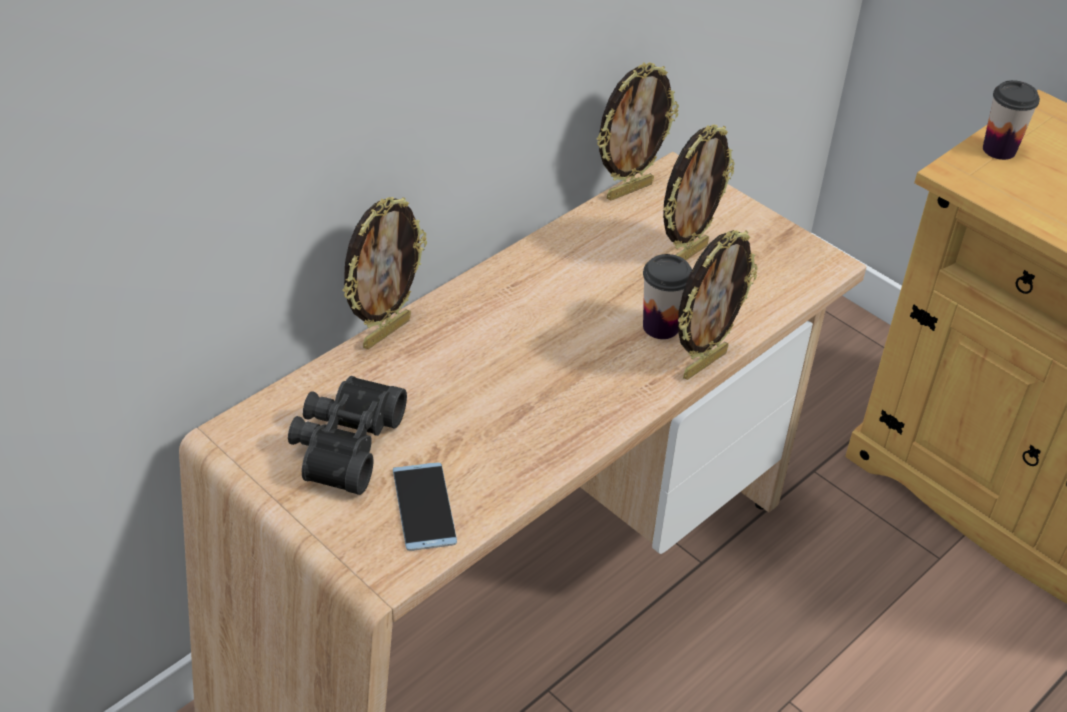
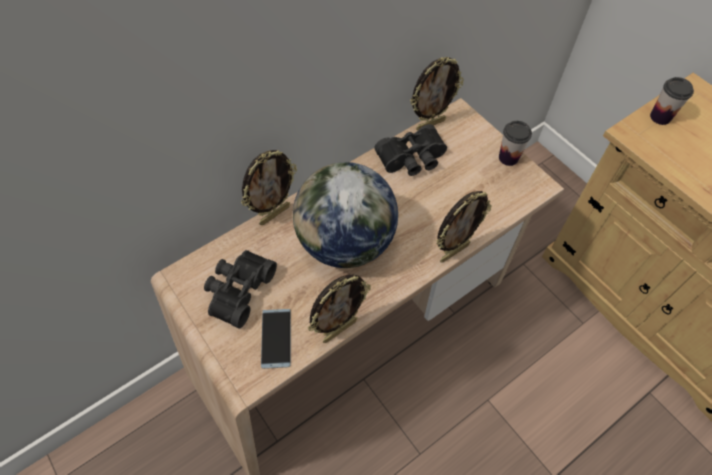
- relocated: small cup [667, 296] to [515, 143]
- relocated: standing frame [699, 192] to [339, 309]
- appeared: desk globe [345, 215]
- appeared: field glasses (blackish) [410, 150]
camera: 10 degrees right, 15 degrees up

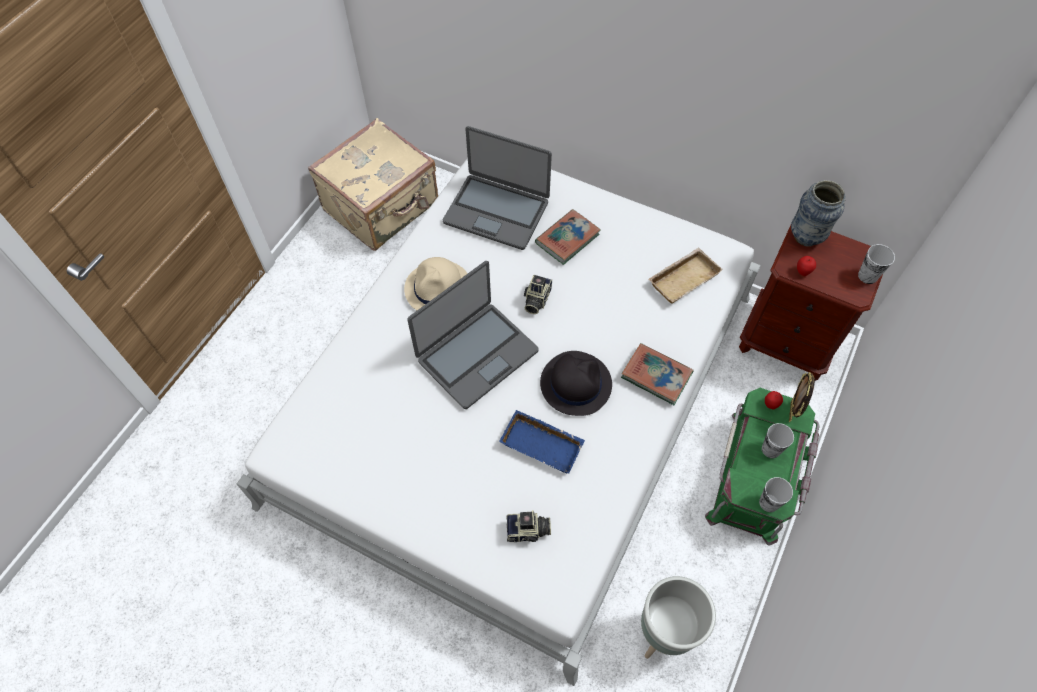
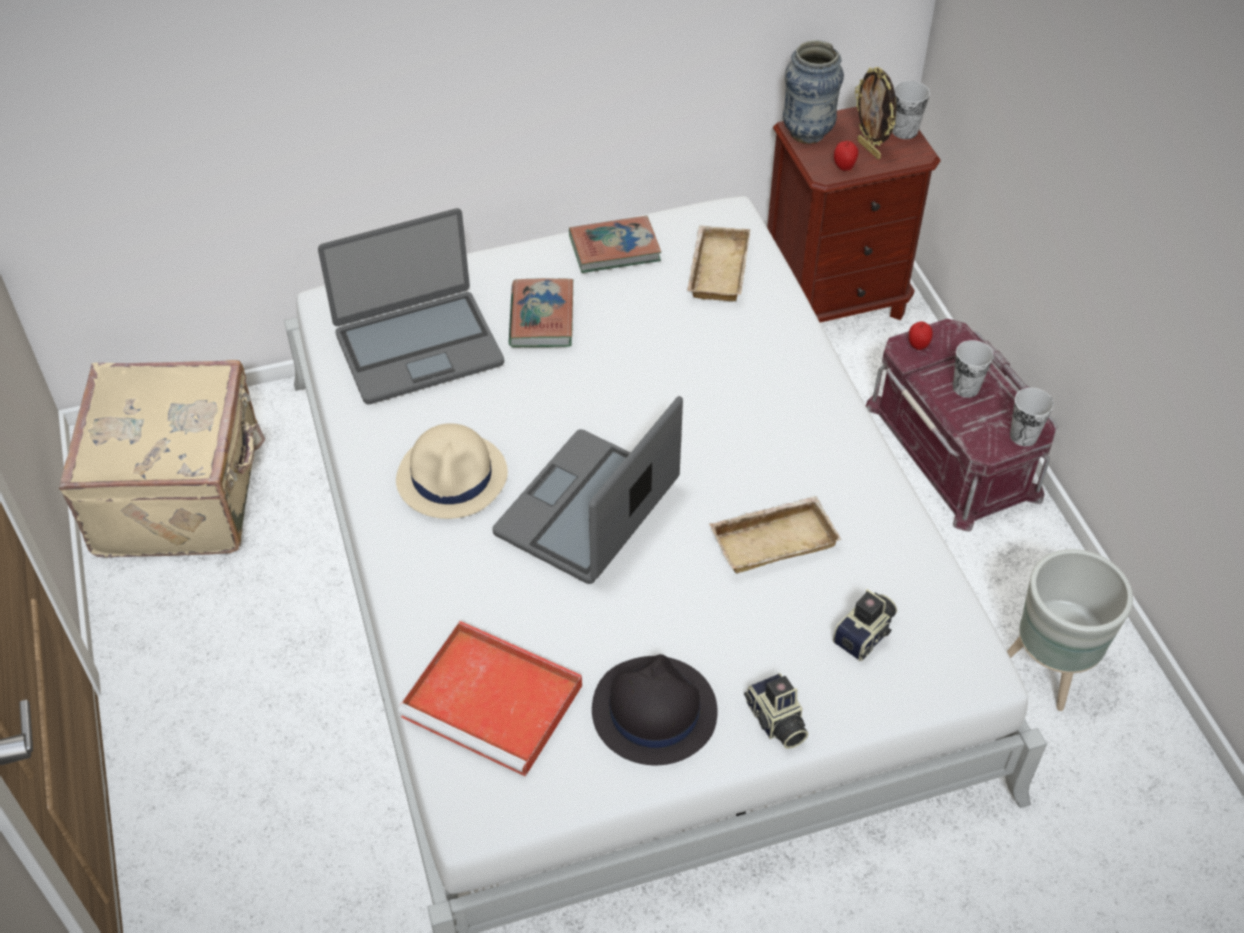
- spun: notebook computer [473, 335] = [587, 490] 150 degrees counterclockwise
- colour: serving tray (bluish) [542, 442] to serving tray (sand-coloured) [775, 534]
- relocated: still camera [538, 294] to [776, 711]
- relocated: wearable hat (blackish) [576, 383] to [655, 709]
- relocated: volume [657, 374] to [615, 244]
- colour: storage bin (green) [762, 467] to storage bin (red) [961, 425]
- relocated: standing frame [802, 397] to [876, 113]
- appeared: serving tray (red) [490, 699]
camera: 45 degrees left, 10 degrees down

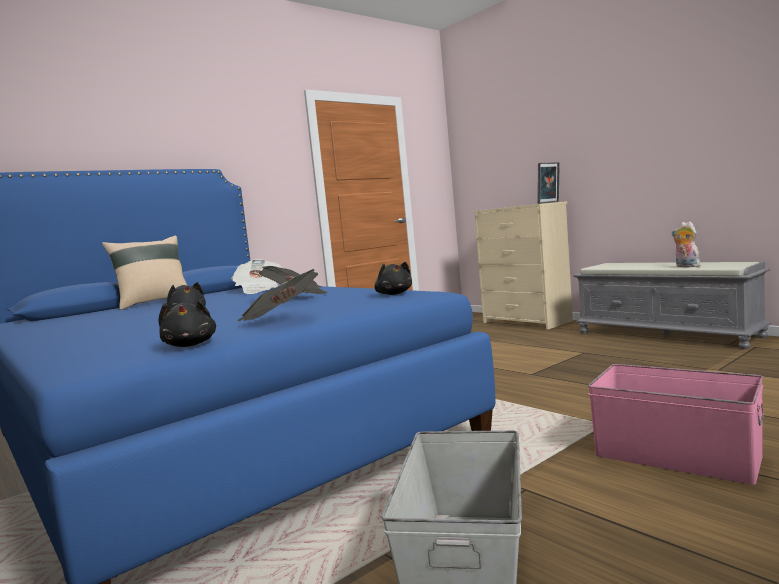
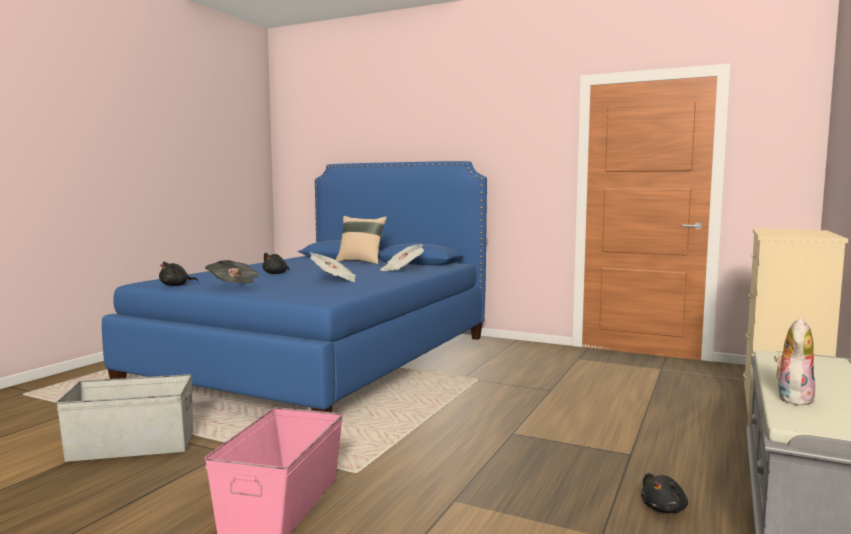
- relocated: plush toy (blackish) [393, 278] to [664, 493]
- missing: standing frame [548, 183]
camera: 65 degrees right, 0 degrees up

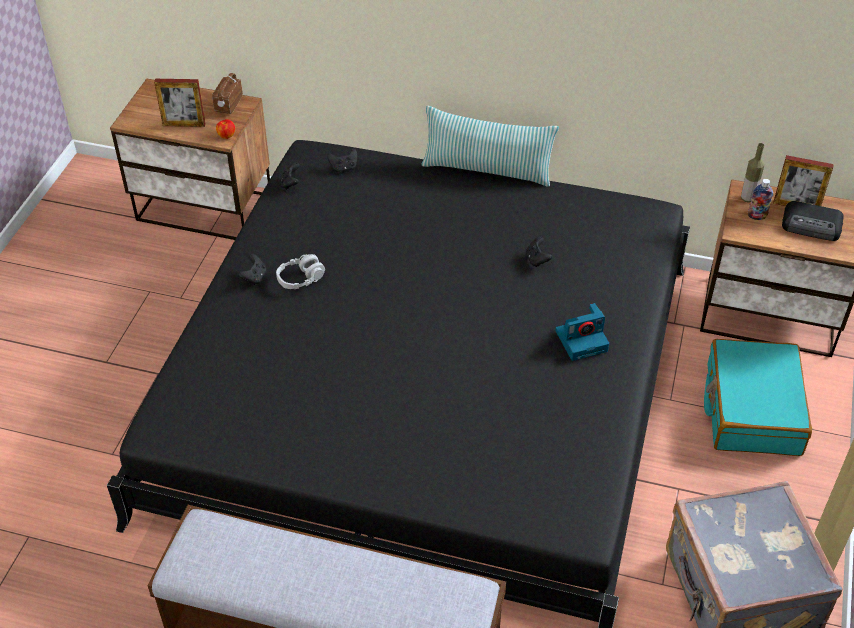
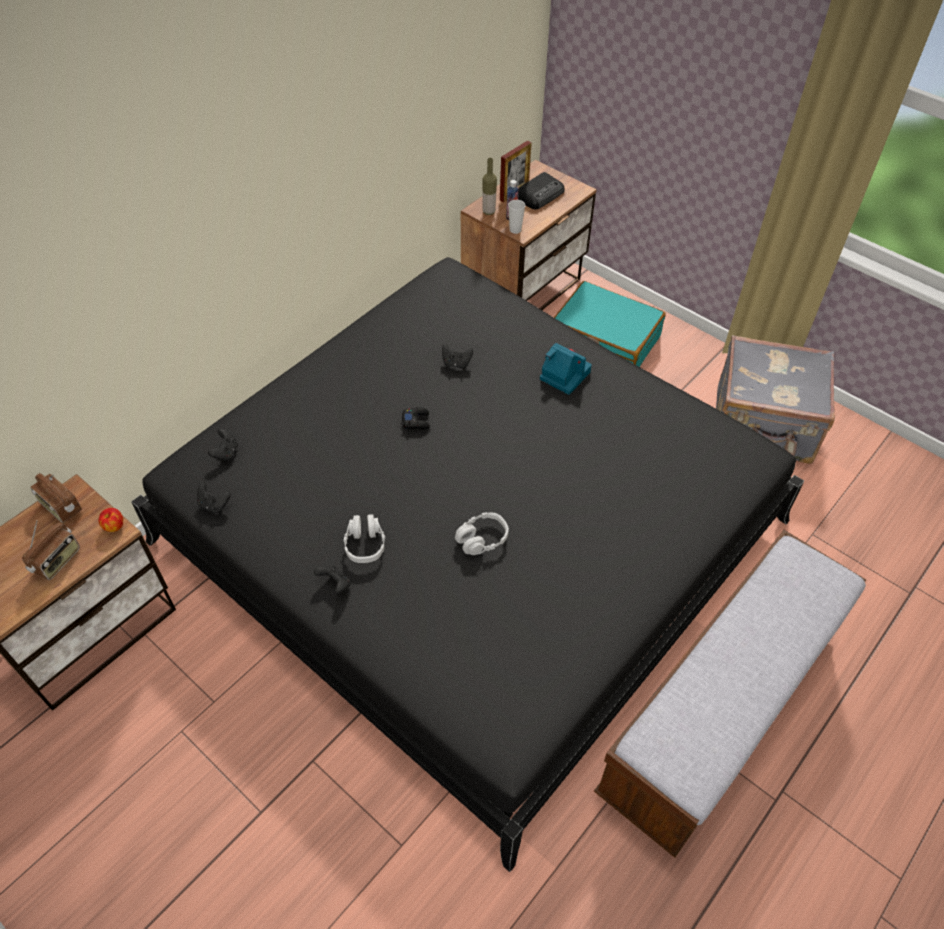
- exchanged: standing frame [180, 103] to radio receiver [51, 550]
- missing: cushion [490, 146]
- spun: still camera [582, 332] = [566, 369] 60 degrees counterclockwise
- appeared: game controller (blackish) [416, 418]
- appeared: pair of headphones (gray) [482, 533]
- appeared: small cup [516, 217]
camera: 65 degrees left, 5 degrees up

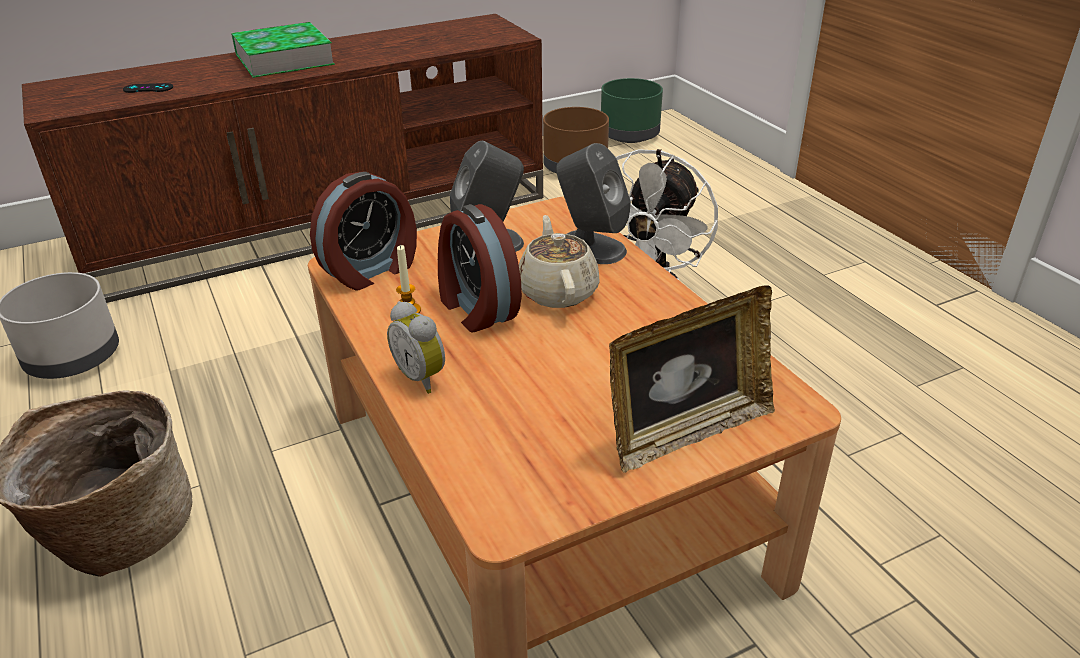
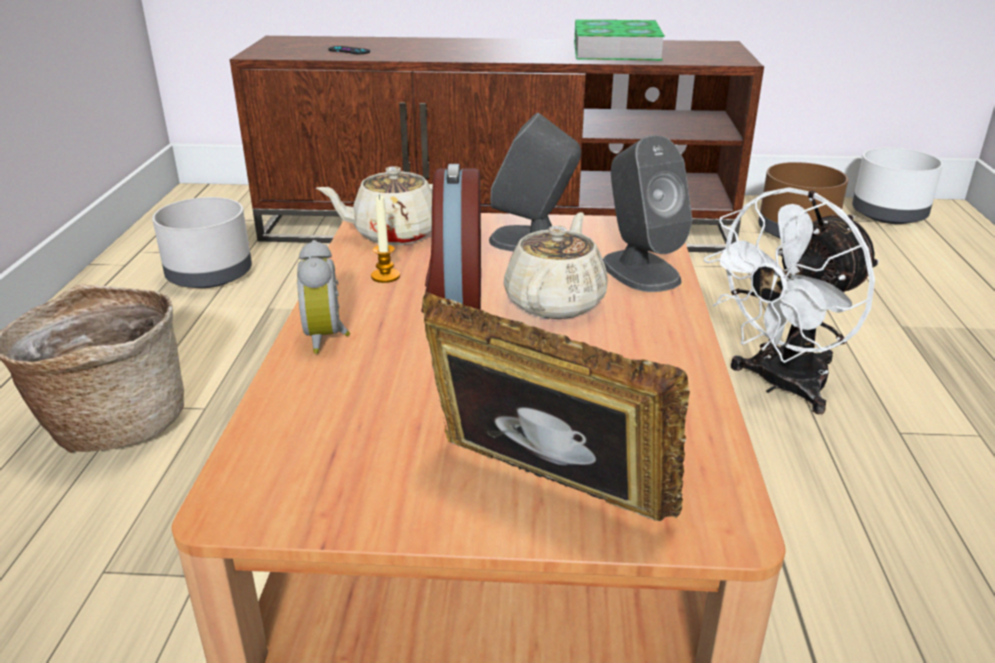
- relocated: volume [283, 50] to [619, 39]
- exchanged: table clock [363, 231] to pot for tea (sand-coloured) [374, 205]
- colour: flower pot (green) [632, 110] to flower pot (white-coloured) [897, 186]
- spun: standing frame [692, 379] = [556, 406] 150 degrees counterclockwise
camera: 30 degrees right, 5 degrees down

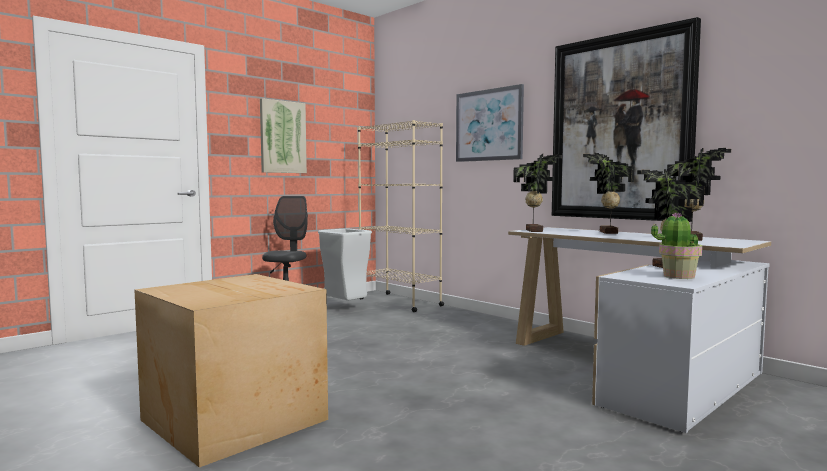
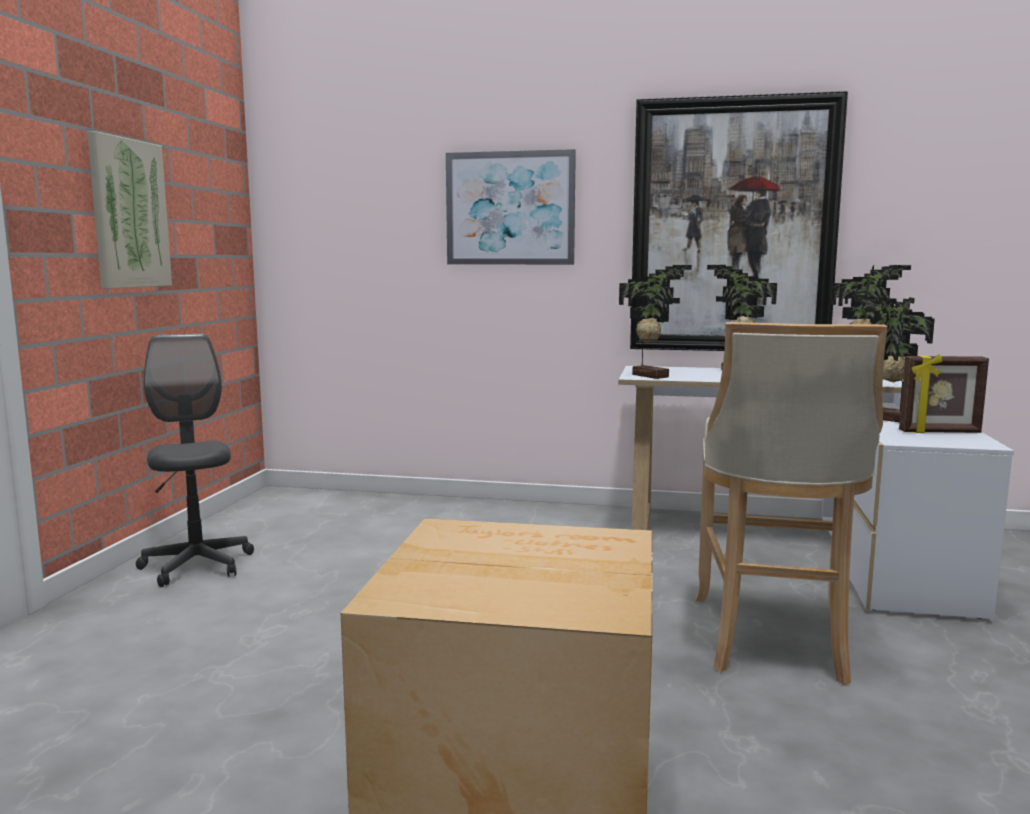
- missing: trash can (gray) [345, 264]
- missing: shelving unit (sand-coloured) [401, 216]
- exchanged: houseplant [676, 245] to standing frame [944, 394]
- appeared: sitting stool (sand-coloured) [791, 503]
camera: 35 degrees left, 5 degrees up

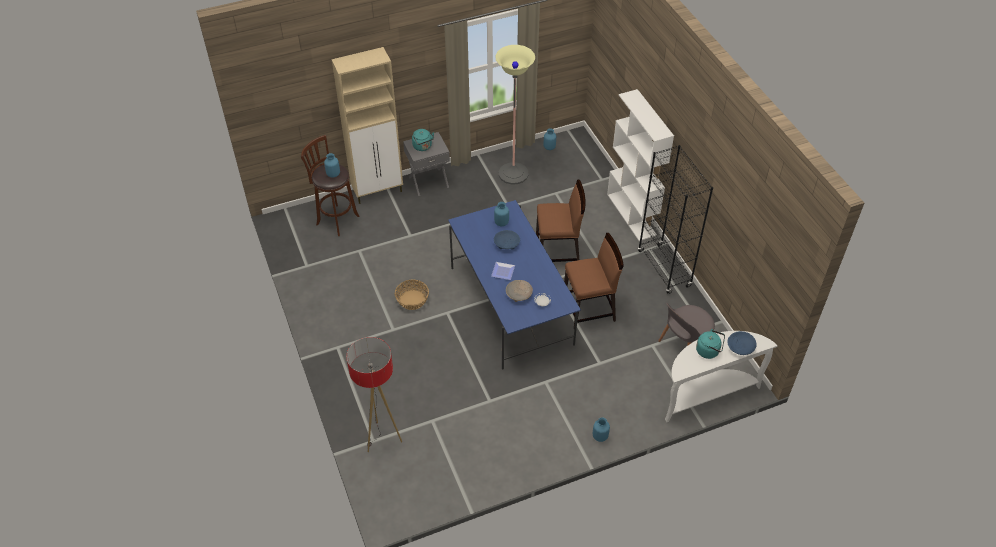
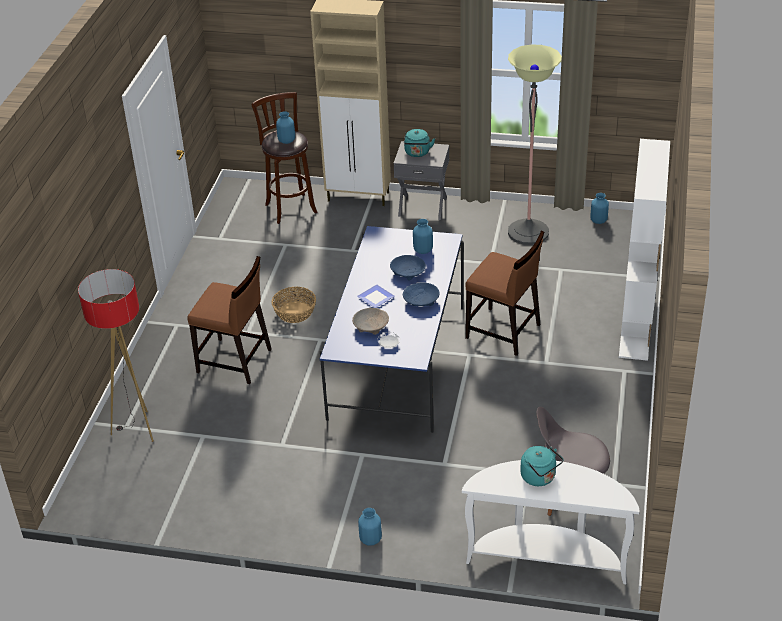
- relocated: plain chair (brown-coloured) [594, 280] to [229, 320]
- missing: shelving unit (blackish) [675, 219]
- relocated: deep dish (bluish) [742, 343] to [421, 294]
camera: 35 degrees right, 10 degrees down

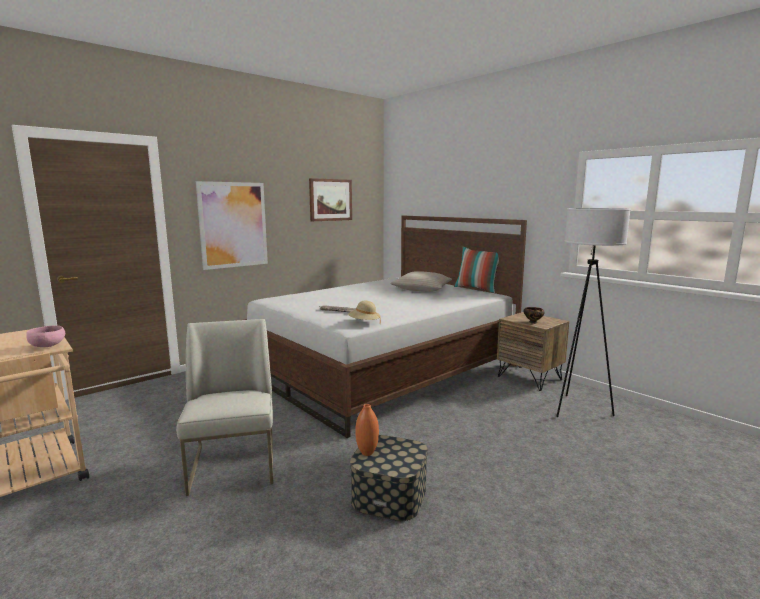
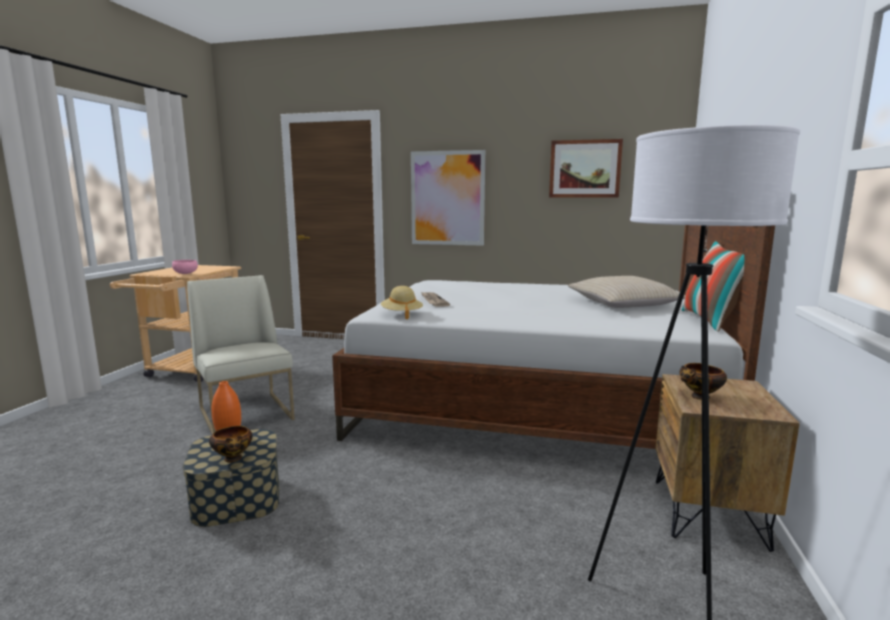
- spun: plain chair (white-coloured) [224, 407] = [241, 354] 75 degrees counterclockwise
- appeared: deep dish [230, 444]
camera: 55 degrees right, 0 degrees up

